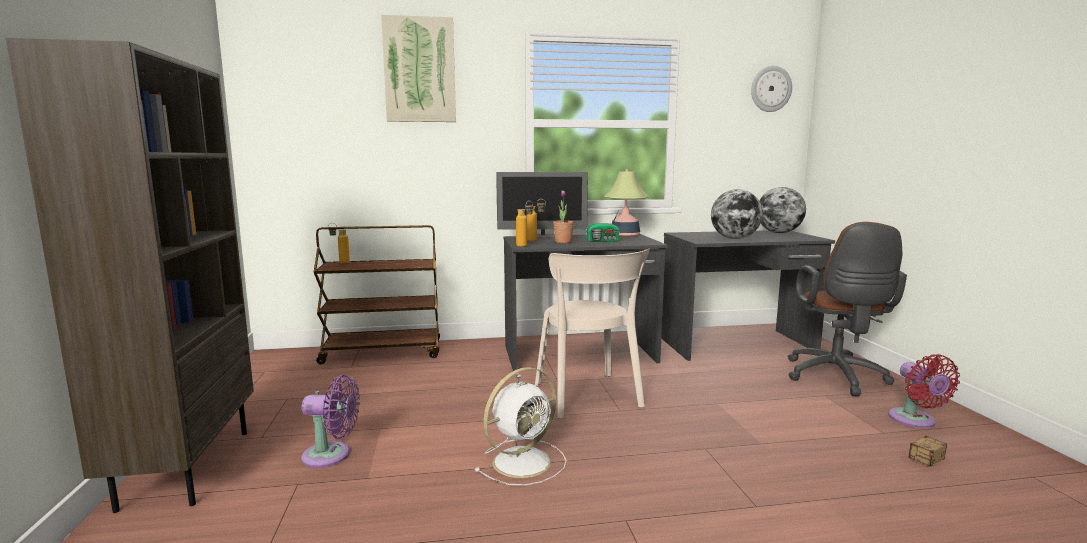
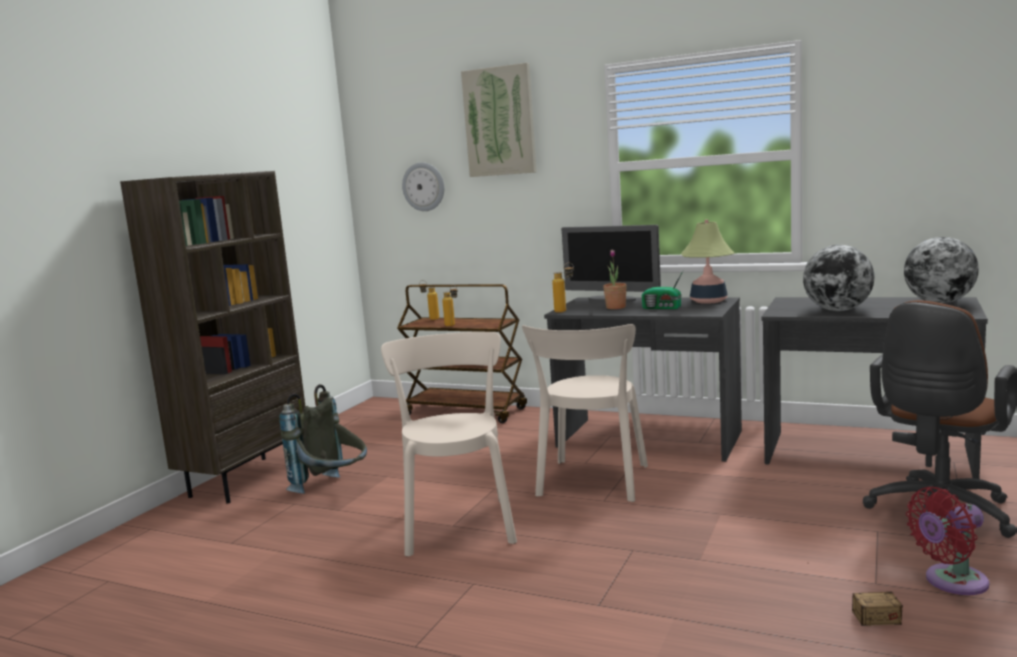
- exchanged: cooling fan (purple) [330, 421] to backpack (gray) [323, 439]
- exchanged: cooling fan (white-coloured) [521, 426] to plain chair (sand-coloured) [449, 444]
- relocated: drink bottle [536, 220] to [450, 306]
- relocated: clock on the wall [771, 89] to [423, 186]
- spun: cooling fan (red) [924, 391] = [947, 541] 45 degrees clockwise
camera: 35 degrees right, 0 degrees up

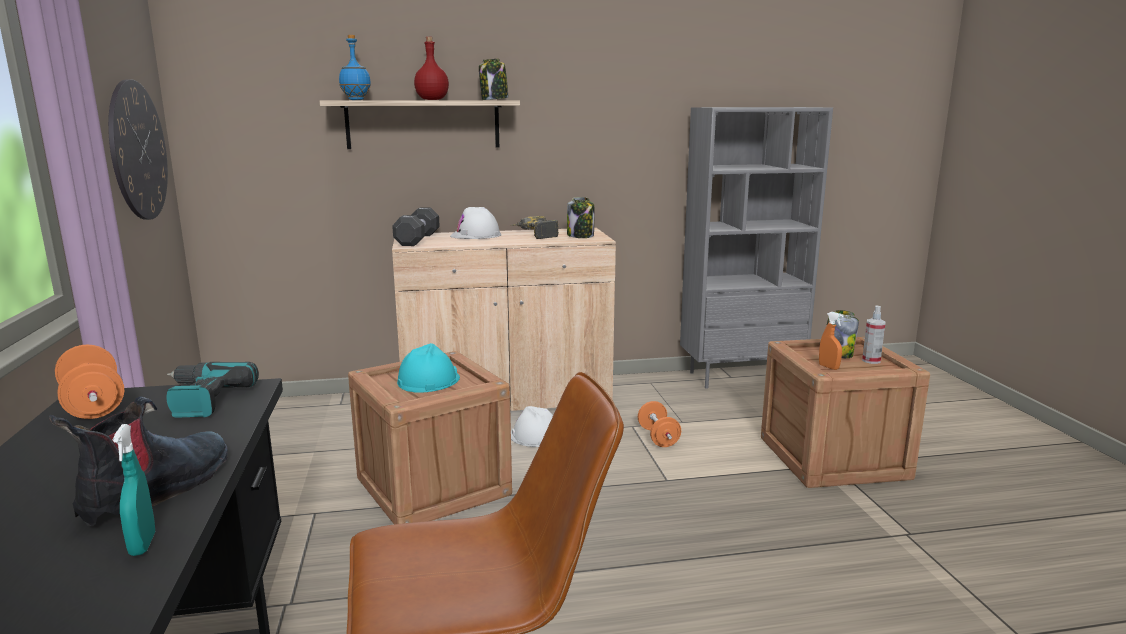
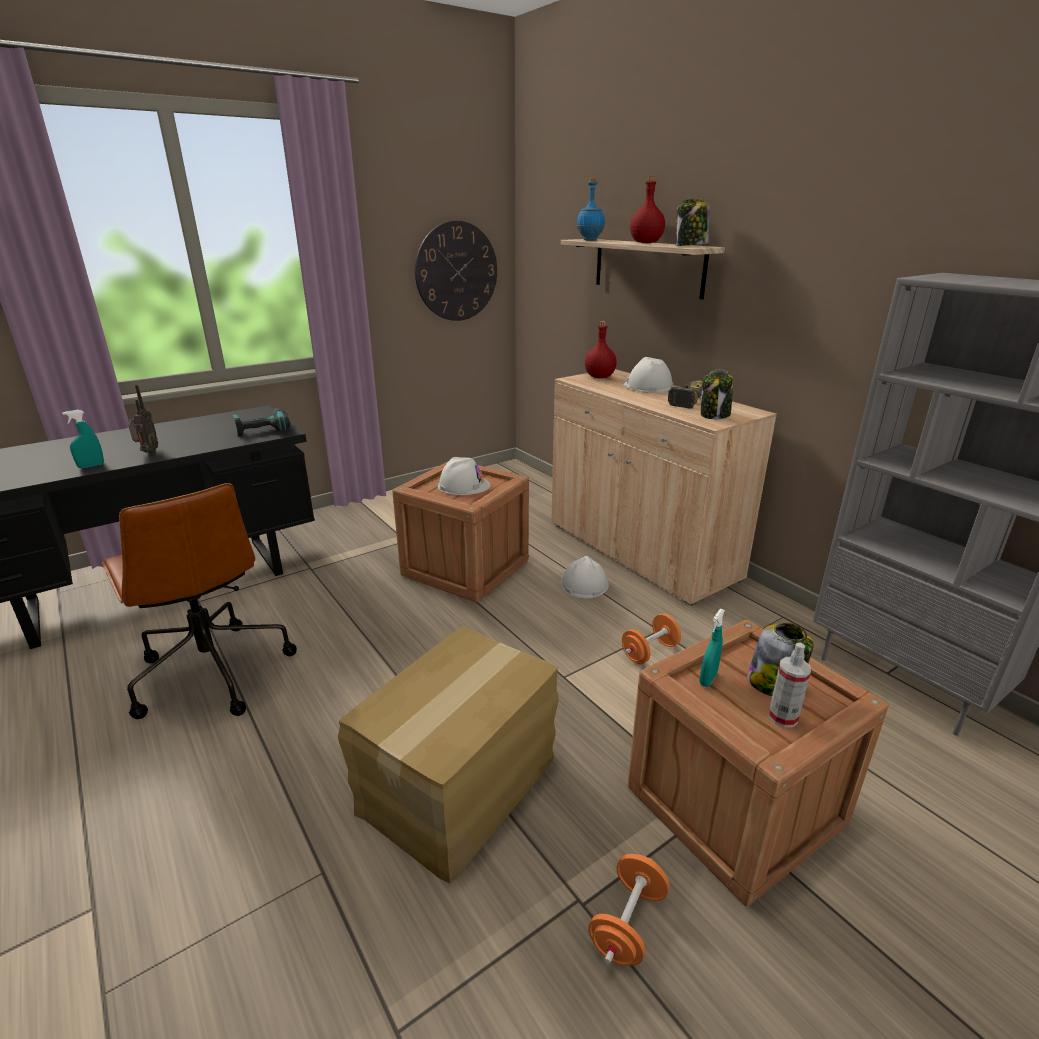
- exchanged: boot [138, 461] to radio receiver [143, 419]
- relocated: free weight (orange) [89, 382] to [629, 910]
- exchanged: free weight (blackish) [416, 226] to drink bottle (red) [601, 349]
- colour: work helmet (turquoise-coloured) [428, 368] to work helmet (white-coloured) [464, 476]
- colour: hand sprayer (orange) [831, 341] to hand sprayer (turquoise-coloured) [712, 648]
- appeared: packing box [448, 754]
camera: 65 degrees right, 10 degrees up

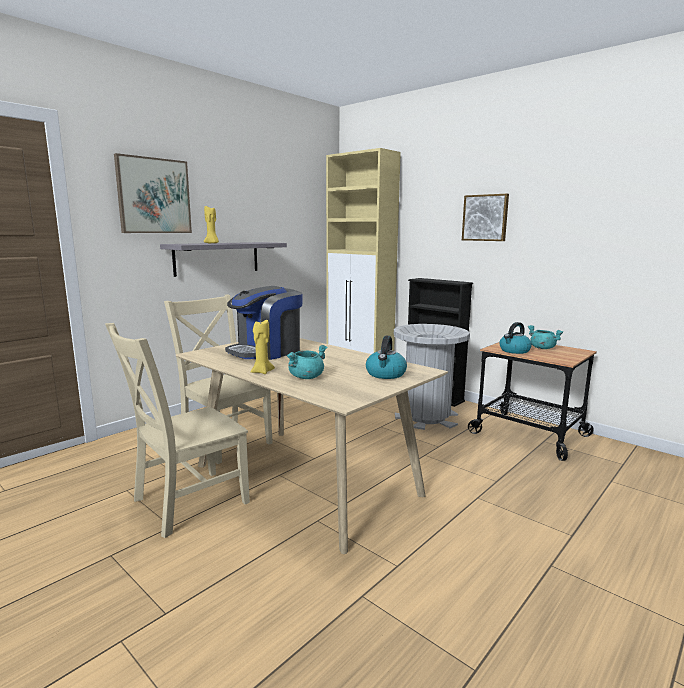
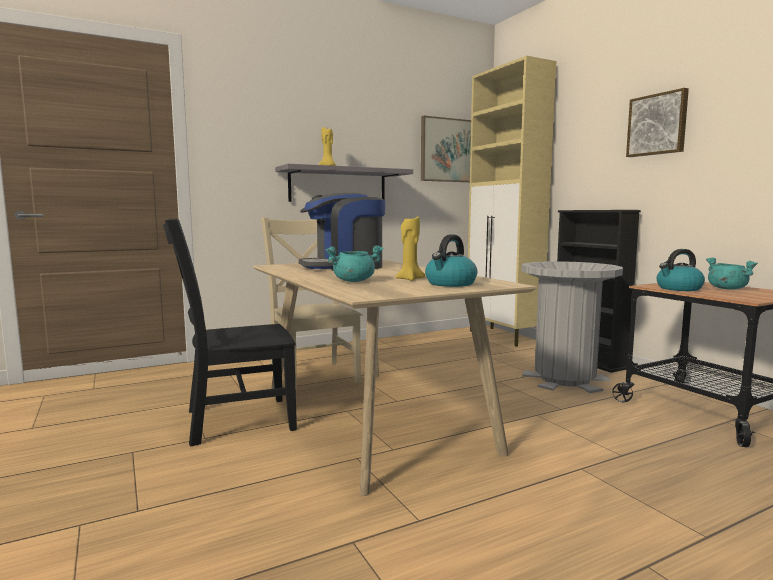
- colour: plain chair (sand-coloured) [177, 430] to plain chair (blackish) [230, 332]
- relocated: wall art [153, 193] to [446, 149]
- relocated: candle (yellow) [262, 347] to [410, 248]
camera: 20 degrees right, 5 degrees down

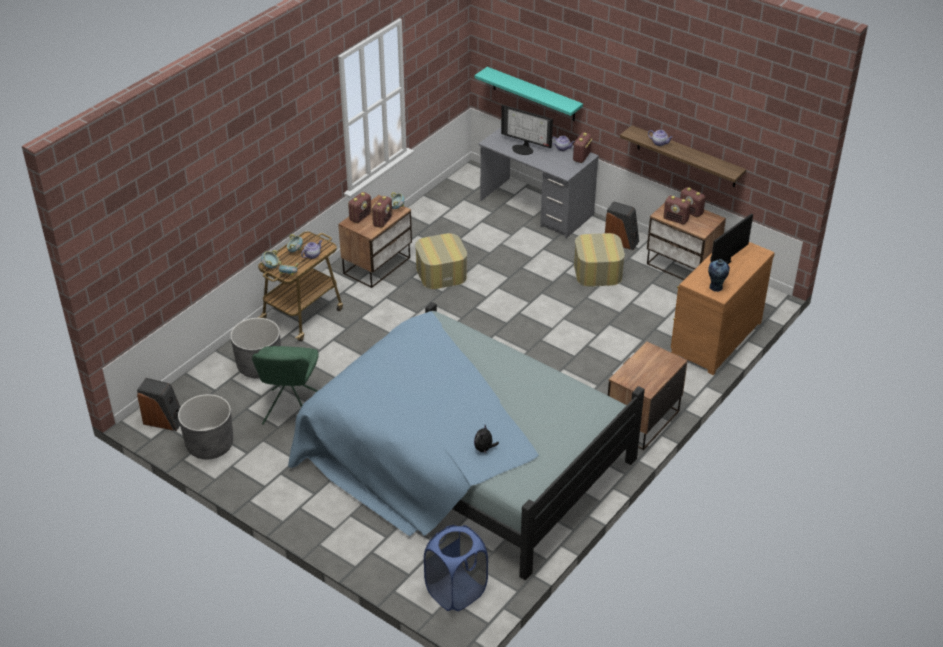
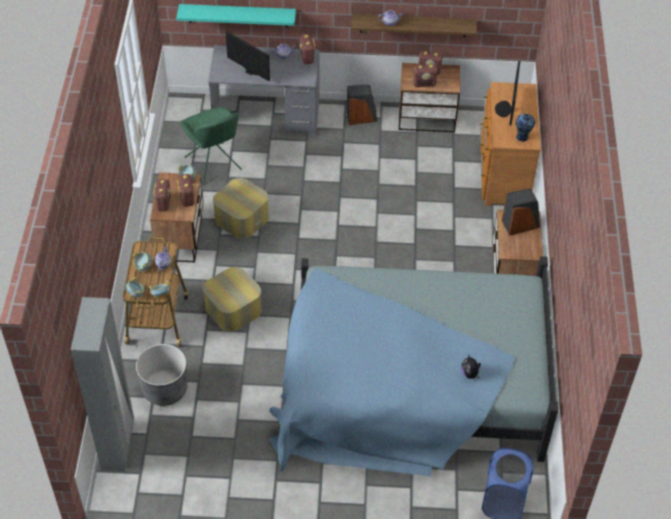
- relocated: loudspeaker [158, 404] to [521, 212]
- missing: flower pot (gray) [205, 426]
- relocated: plain chair (green) [285, 385] to [211, 146]
- spun: monitor [527, 130] = [248, 56] 135 degrees counterclockwise
- relocated: ottoman [599, 259] to [232, 299]
- appeared: clothes cupboard (gray) [102, 384]
camera: 35 degrees left, 10 degrees up

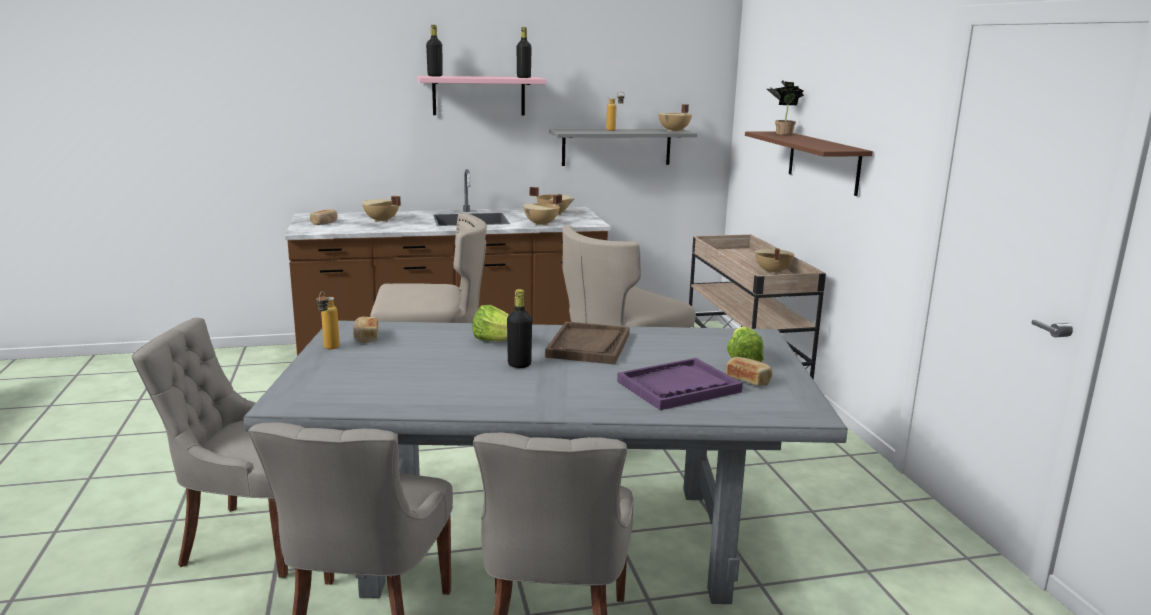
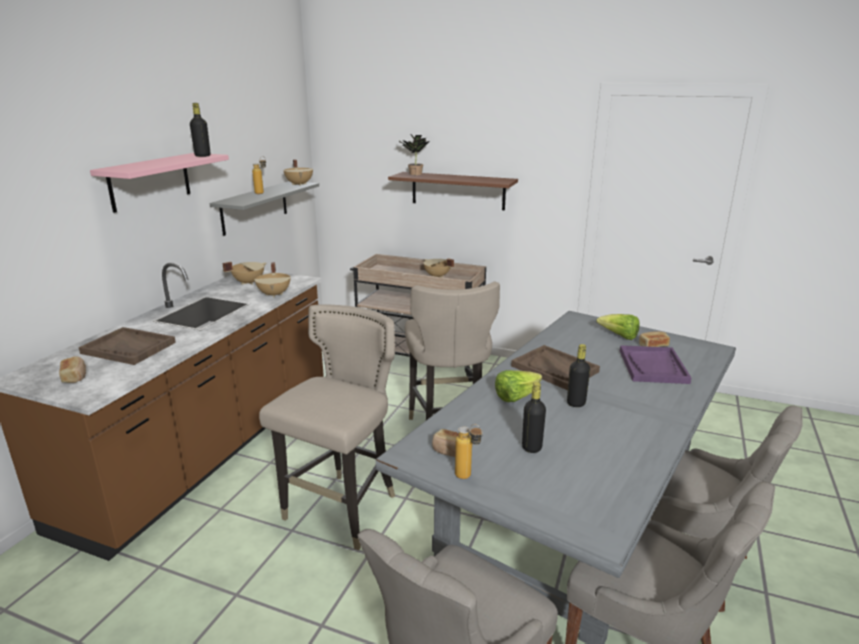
- exchanged: cooking pot (sand-coloured) [381, 209] to serving tray (brown-coloured) [127, 346]
- relocated: drink bottle (blackish) [434, 50] to [534, 417]
camera: 55 degrees left, 5 degrees up

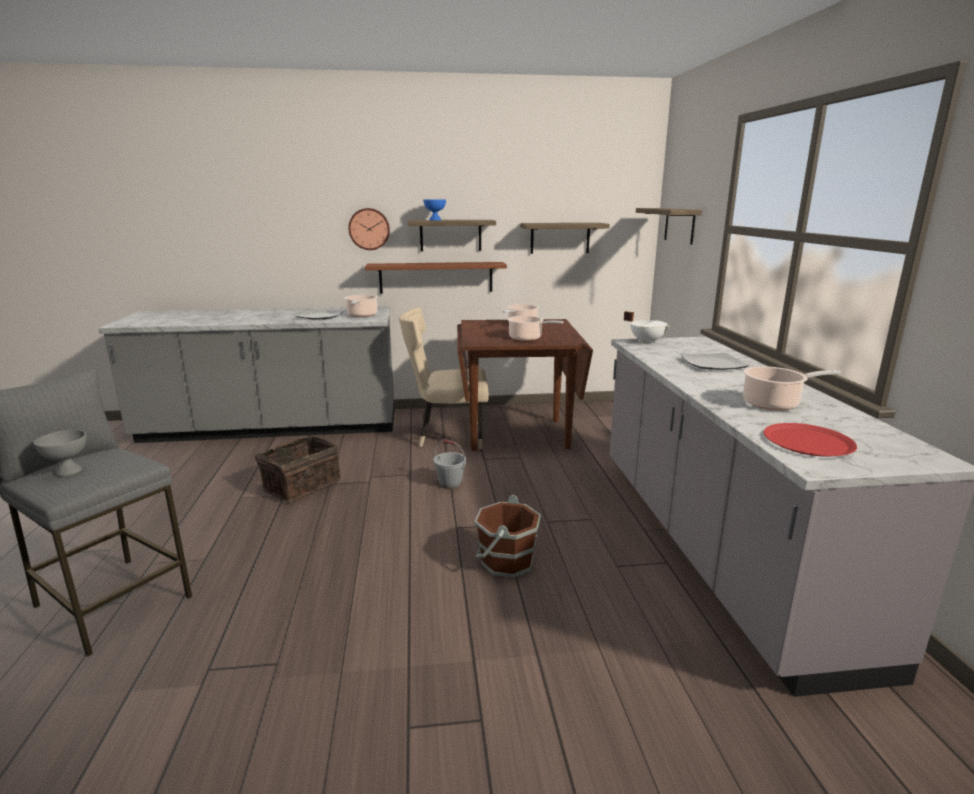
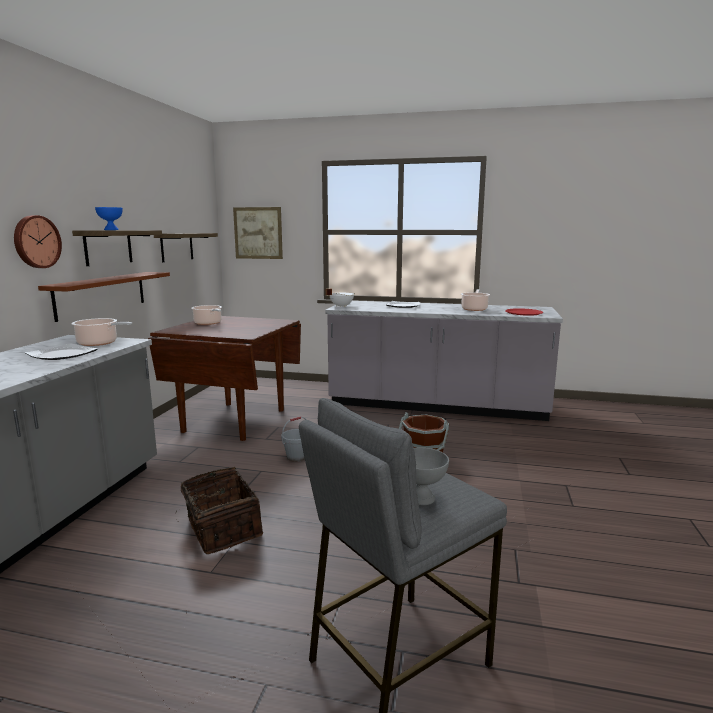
- missing: plain chair (sand-coloured) [444, 378]
- missing: cooking pot [535, 328]
- exchanged: shelf [669, 226] to wall art [258, 233]
camera: 70 degrees left, 5 degrees down

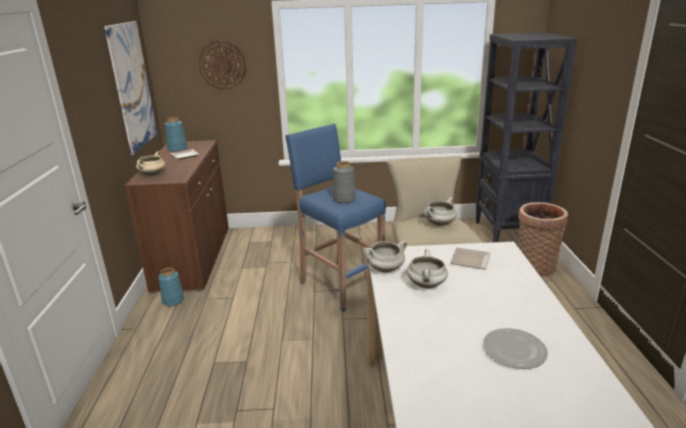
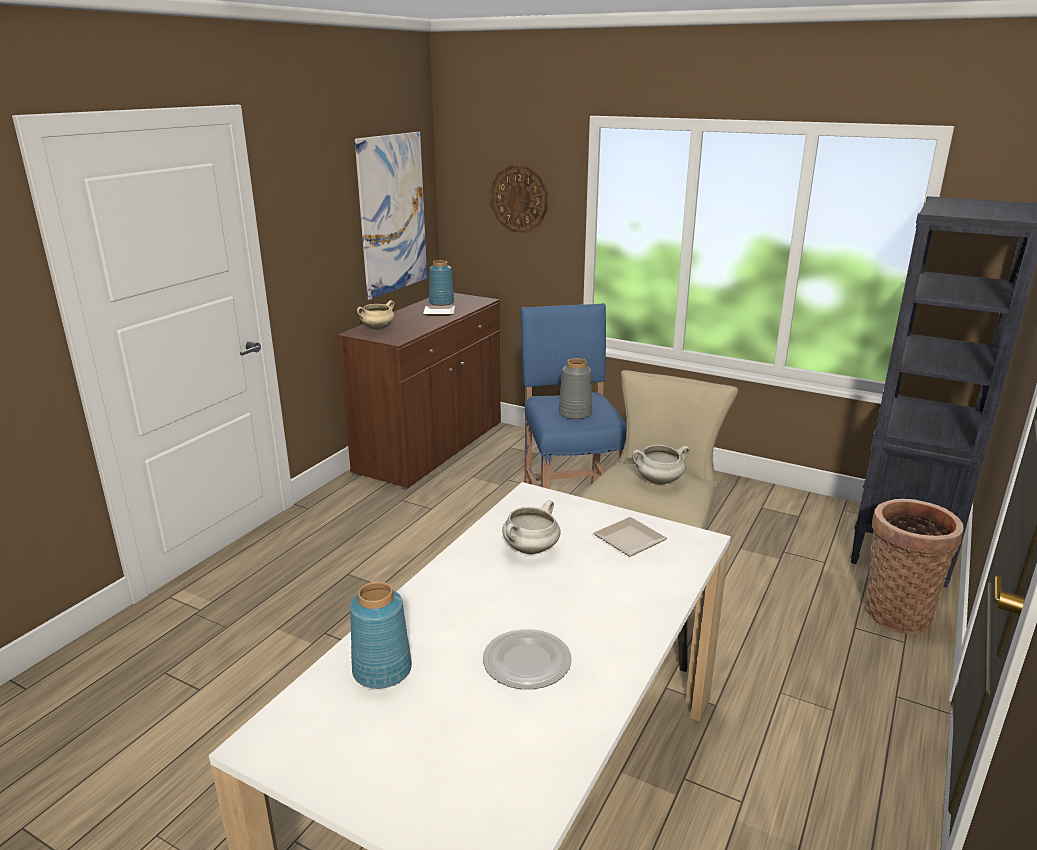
- relocated: decorative vase (bluish) [171, 287] to [381, 635]
- missing: cooking pot (white-coloured) [385, 257]
camera: 30 degrees right, 0 degrees up

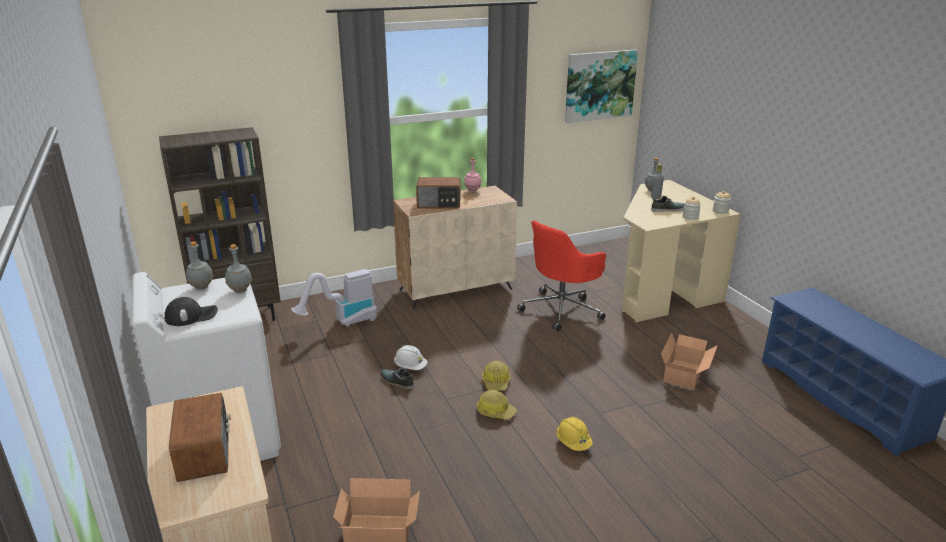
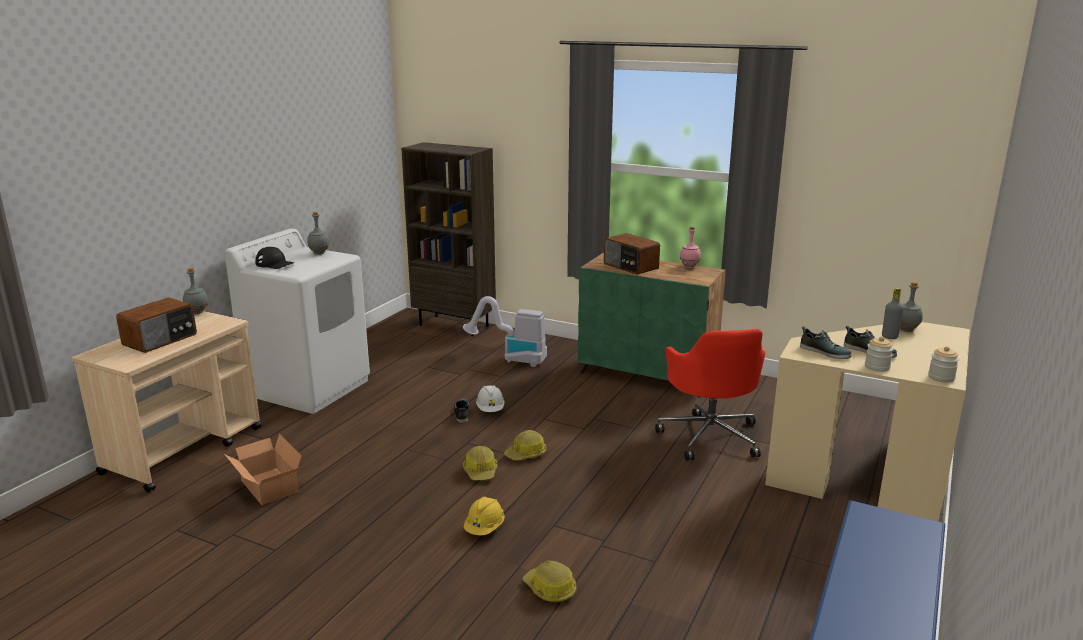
- relocated: drink bottle (gray) [238, 268] to [195, 291]
- colour: storage cabinet (sand-coloured) [455, 247] to storage cabinet (green) [652, 325]
- spun: desk chair (red) [561, 275] = [710, 394] 105 degrees counterclockwise
- missing: wall art [601, 86]
- missing: packing box [689, 361]
- appeared: work helmet [549, 582]
- appeared: item of footwear [825, 342]
camera: 50 degrees right, 5 degrees down

